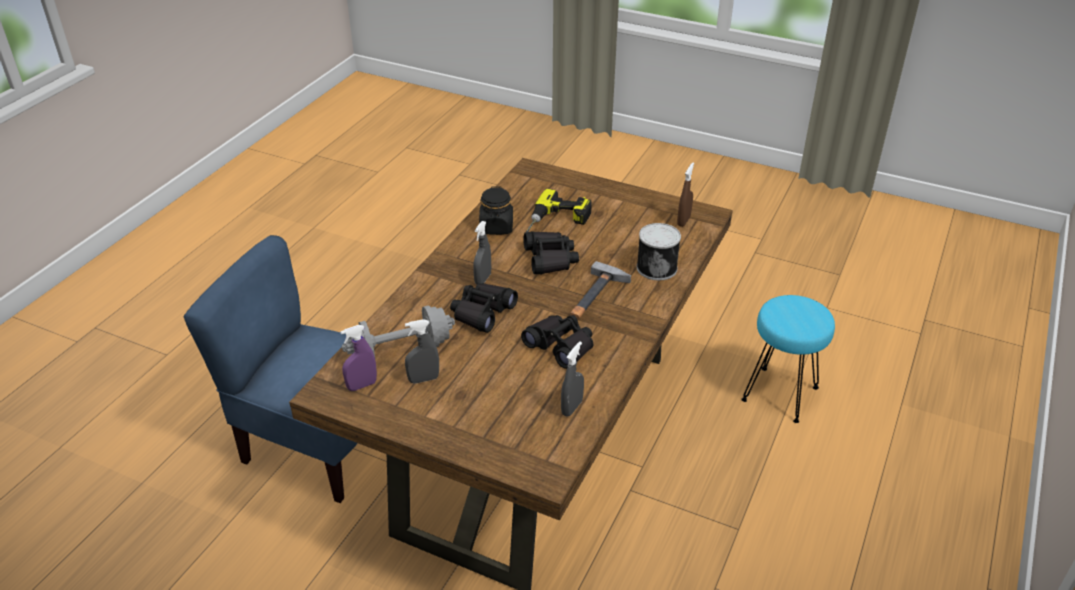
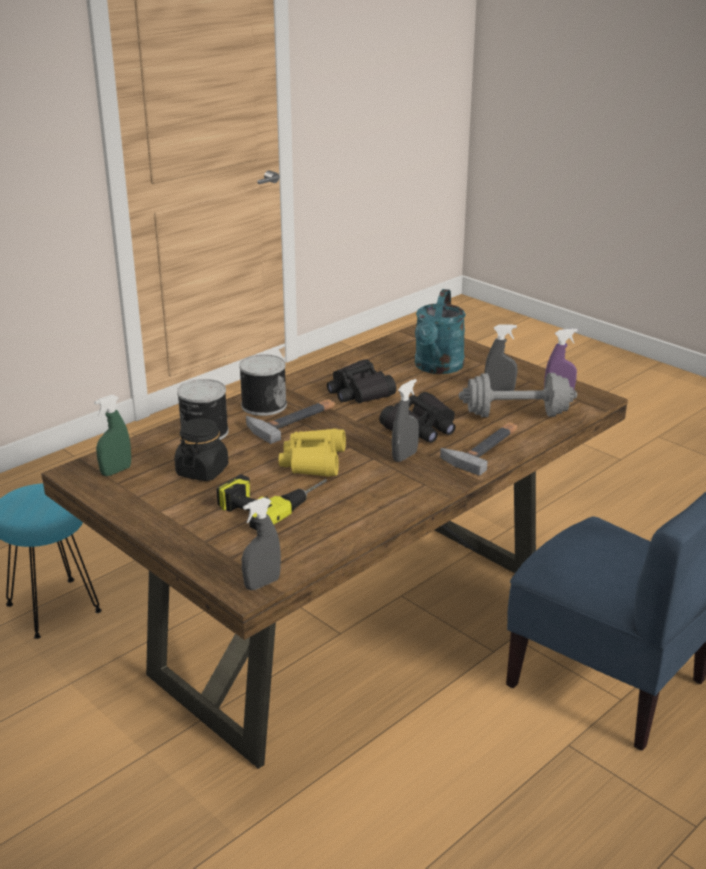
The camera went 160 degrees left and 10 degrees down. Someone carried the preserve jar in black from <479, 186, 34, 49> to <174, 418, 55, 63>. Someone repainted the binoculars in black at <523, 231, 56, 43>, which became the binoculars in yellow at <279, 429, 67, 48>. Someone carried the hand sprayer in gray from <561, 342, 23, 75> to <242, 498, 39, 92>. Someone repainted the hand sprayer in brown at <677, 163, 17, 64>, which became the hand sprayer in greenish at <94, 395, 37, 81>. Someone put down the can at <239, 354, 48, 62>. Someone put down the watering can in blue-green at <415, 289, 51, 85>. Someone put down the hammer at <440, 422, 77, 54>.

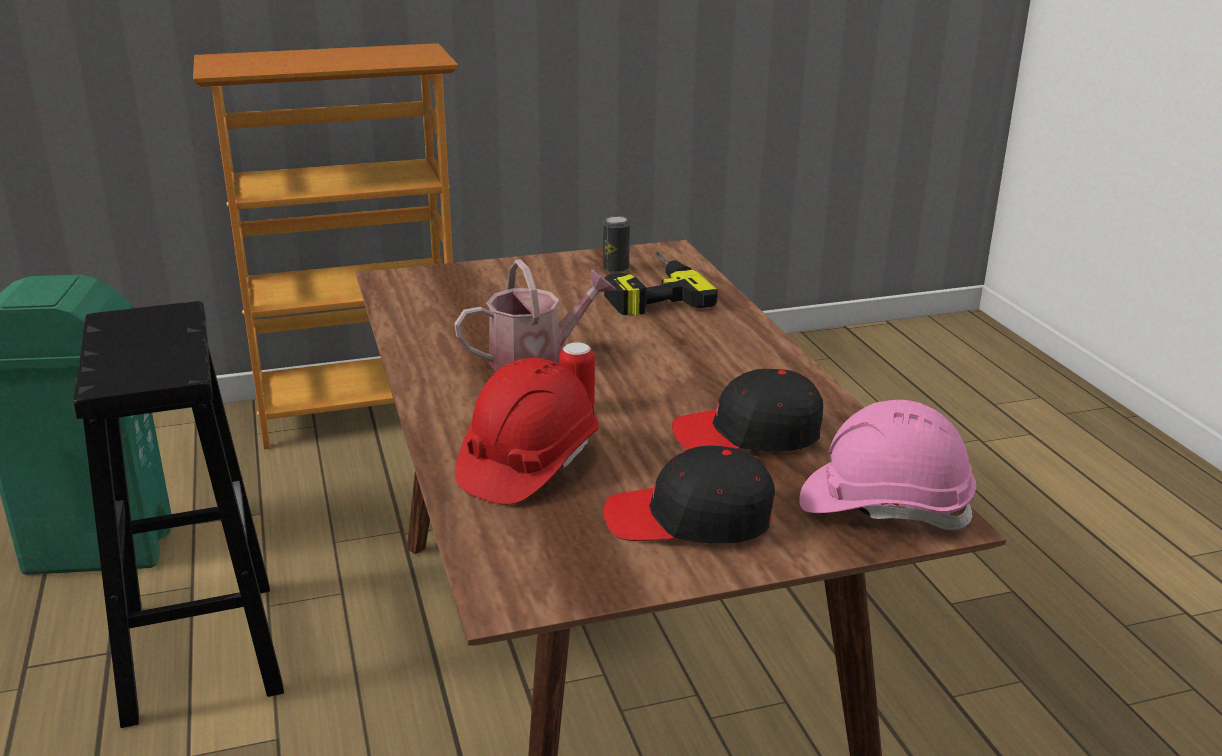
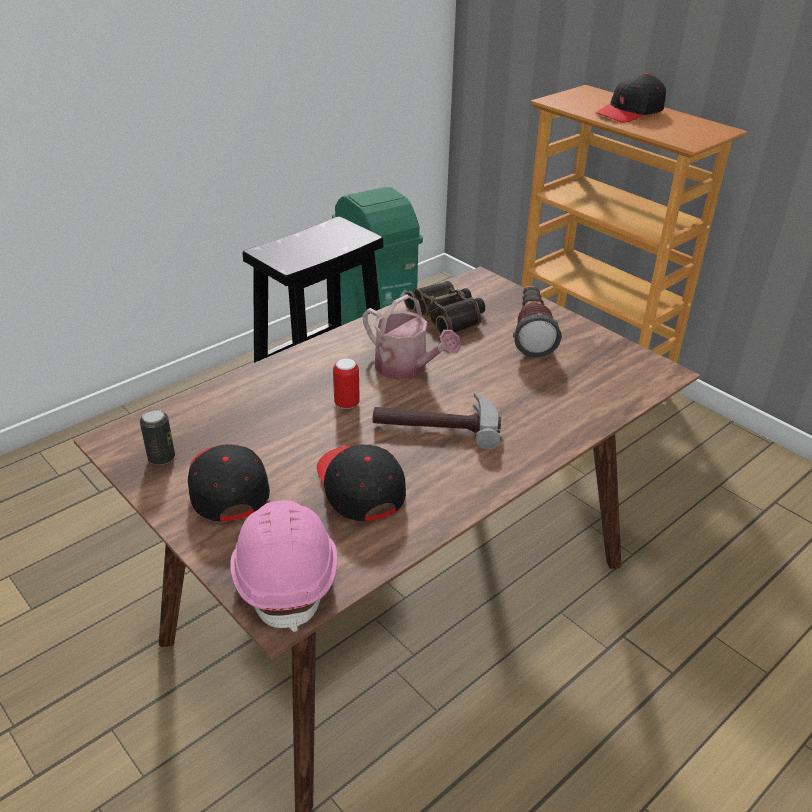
The camera went 65 degrees right and 10 degrees up. Someone took away the safety helmet in red at <455, 358, 144, 146>. Someone carried the can from <603, 216, 27, 57> to <140, 409, 35, 56>. Someone took away the drill at <604, 251, 114, 65>. Someone put down the hammer at <373, 393, 128, 57>. Someone put down the binoculars at <404, 281, 81, 54>. Someone put down the flashlight at <513, 286, 49, 71>. Someone put down the peaked cap in black at <596, 73, 70, 50>.

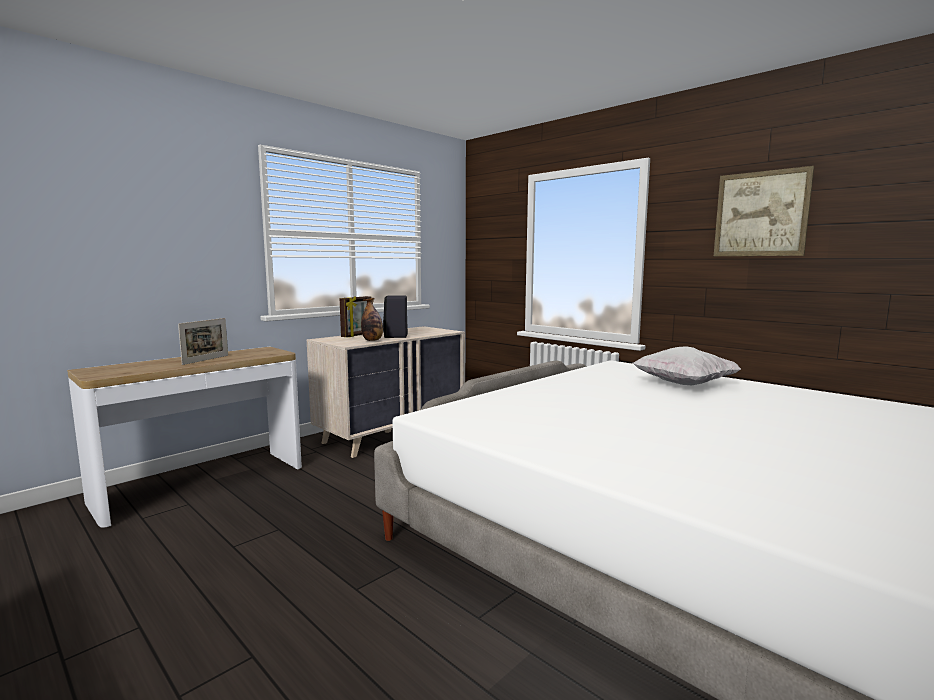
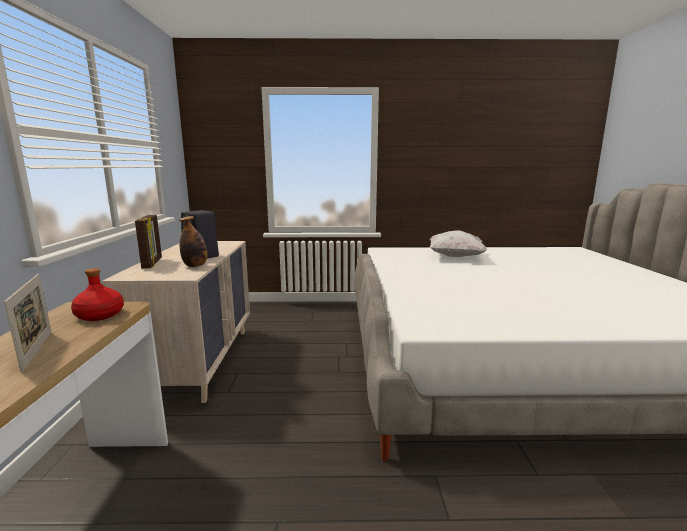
The camera went 45 degrees left and 5 degrees up. Someone took away the wall art at <714, 166, 100, 90>. Someone put down the bottle in red at <71, 268, 53, 53>.

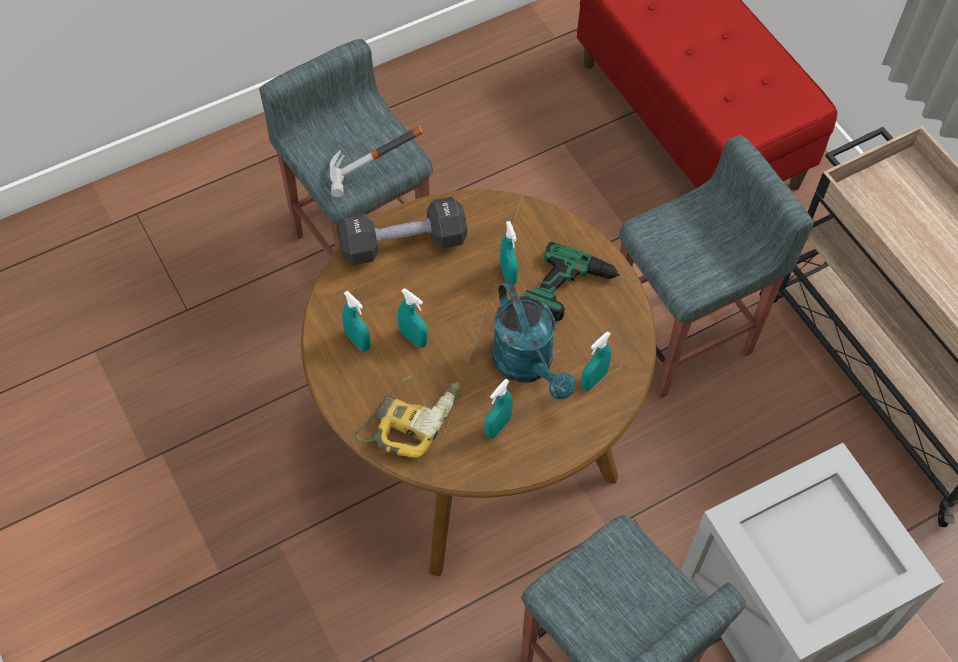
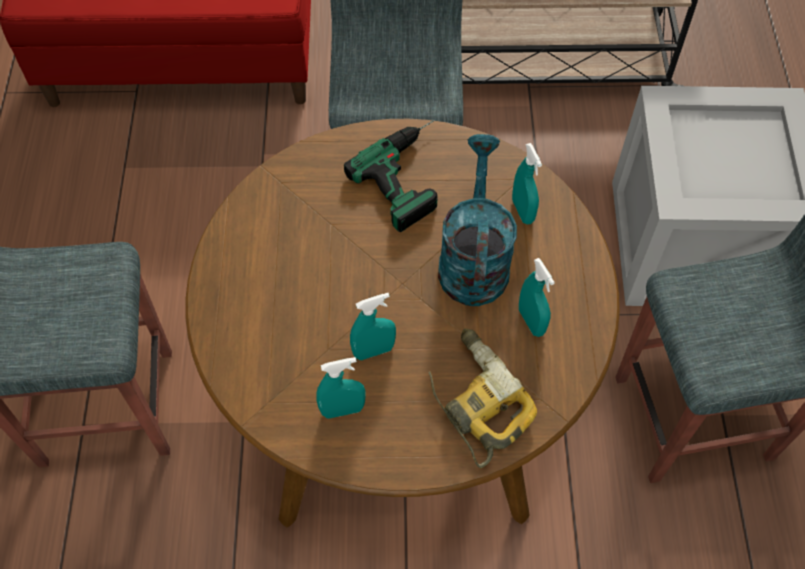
The camera went 60 degrees left and 0 degrees up. Someone took away the hammer at <330, 125, 93, 73>. Someone took away the hand weight in black at <338, 197, 129, 68>. Someone rotated the watering can in blue-green at <492, 281, 84, 119> by 90 degrees counterclockwise. Someone took away the hand sprayer in blue-green at <500, 221, 18, 64>.

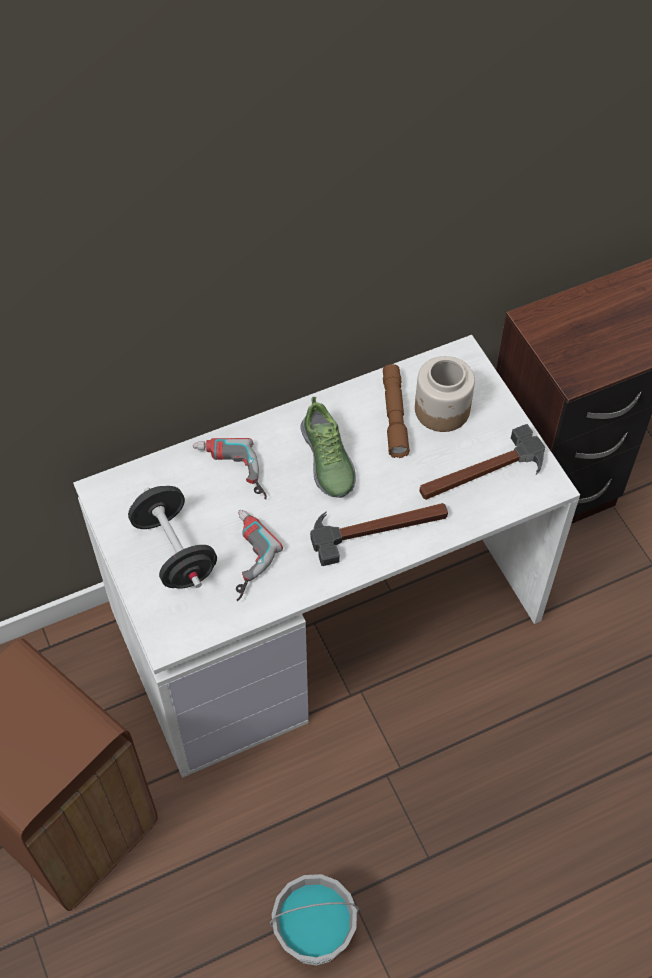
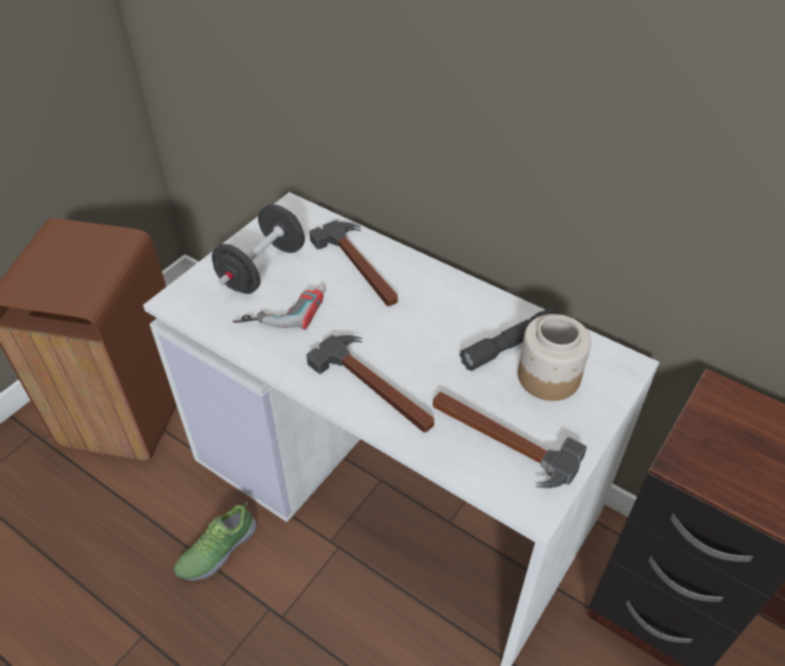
The camera went 60 degrees right and 10 degrees down. Someone swapped the drill at <192, 438, 75, 62> for the hammer at <309, 220, 89, 86>. Someone took away the bucket in gray at <270, 874, 89, 92>. Someone carried the shoe from <301, 397, 55, 101> to <174, 502, 83, 79>. Someone repainted the flashlight in brown at <383, 364, 27, 94>, which became the flashlight in gray at <460, 307, 98, 64>.

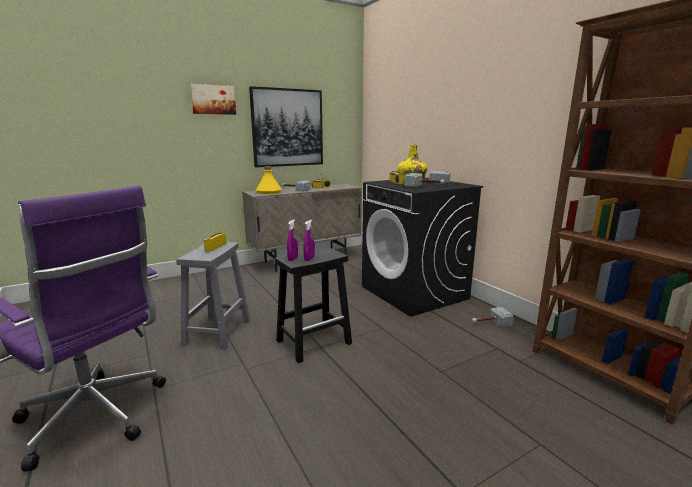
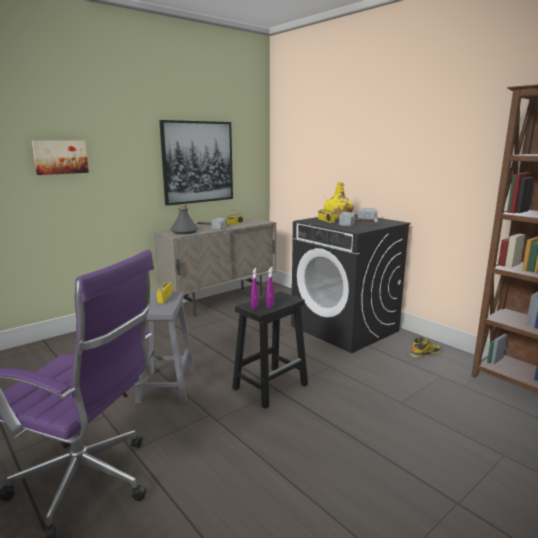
The camera went 10 degrees left and 0 degrees up. Someone carried the wall art from <190, 84, 46, 31> to <32, 141, 57, 34>. Someone repainted the bottle in yellow at <256, 166, 26, 28>, which became the bottle in gray at <170, 205, 28, 29>. Someone swapped the hammer at <472, 307, 42, 20> for the boot at <410, 336, 33, 22>.

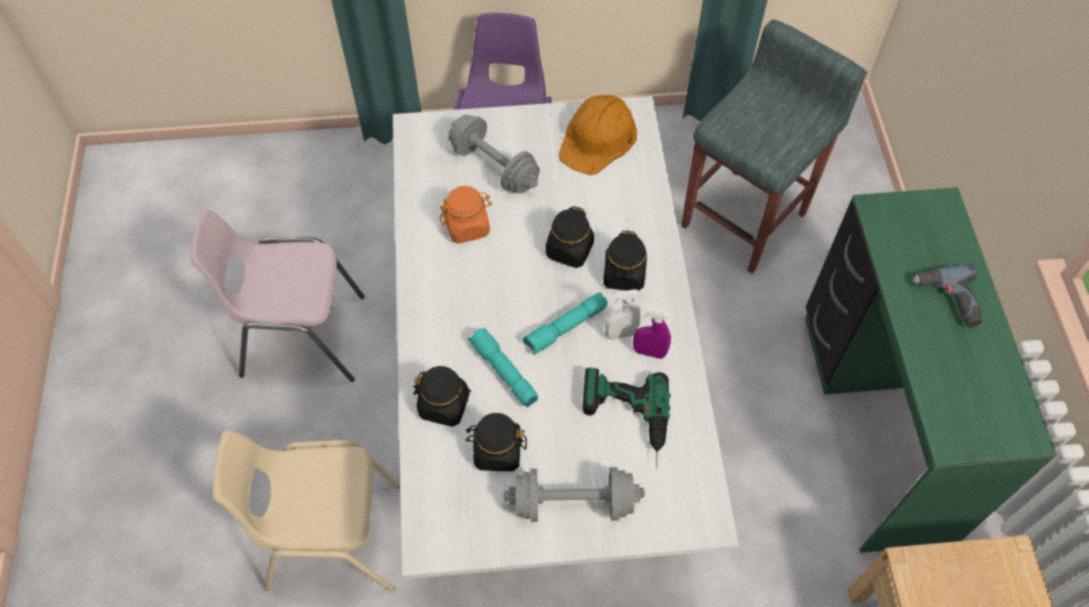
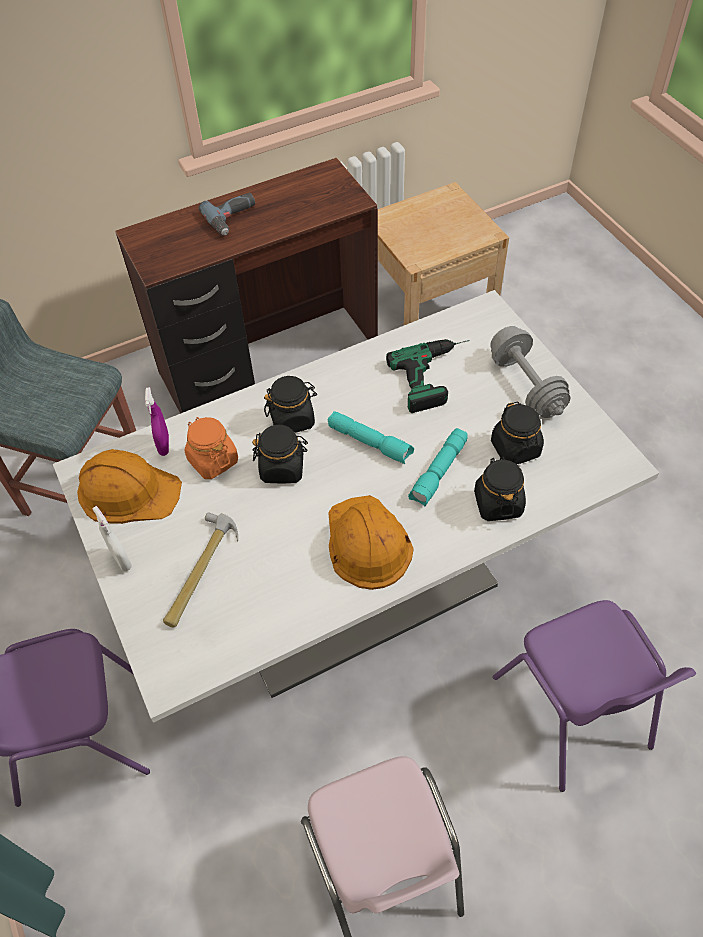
The camera went 110 degrees left and 5 degrees down. Someone repainted the chair in sand-coloured at <213, 430, 187, 162>, which became the chair in purple at <493, 600, 203, 192>. Someone carried the preserve jar in orange from <440, 186, 52, 58> to <185, 417, 53, 62>. Someone swapped the hand weight in gray at <448, 115, 92, 79> for the hammer at <163, 513, 75, 115>. Someone carried the hand sprayer in white-coloured from <605, 290, 36, 50> to <92, 506, 40, 65>. Someone carried the hand sprayer in purple from <633, 307, 38, 52> to <145, 387, 24, 69>. Someone repainted the desk table in greenish at <805, 187, 252, 366>, which became the desk table in brown at <115, 158, 263, 256>. Someone put down the safety helmet in orange at <328, 495, 85, 95>.

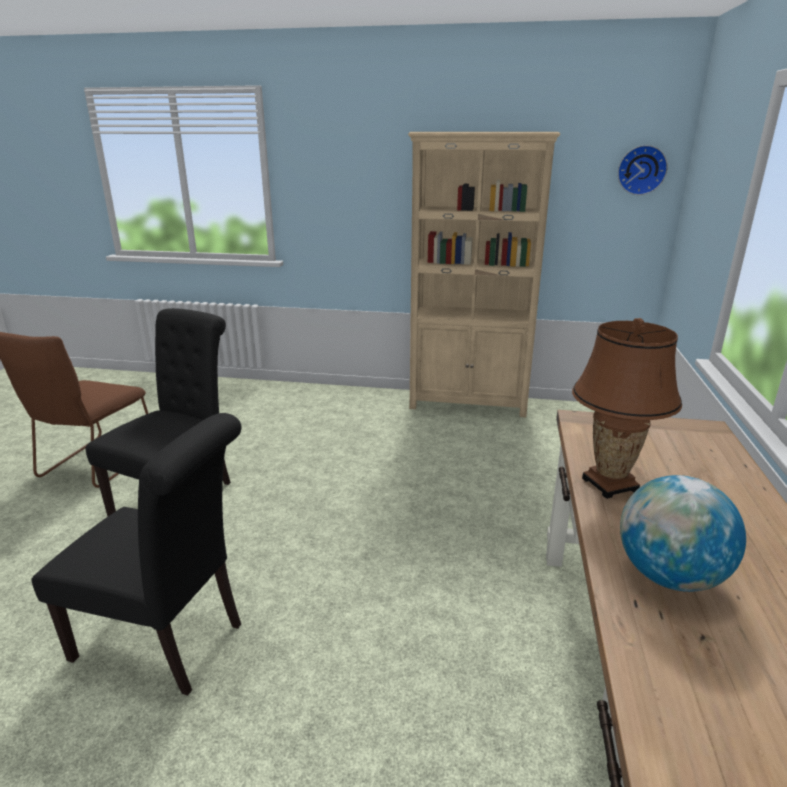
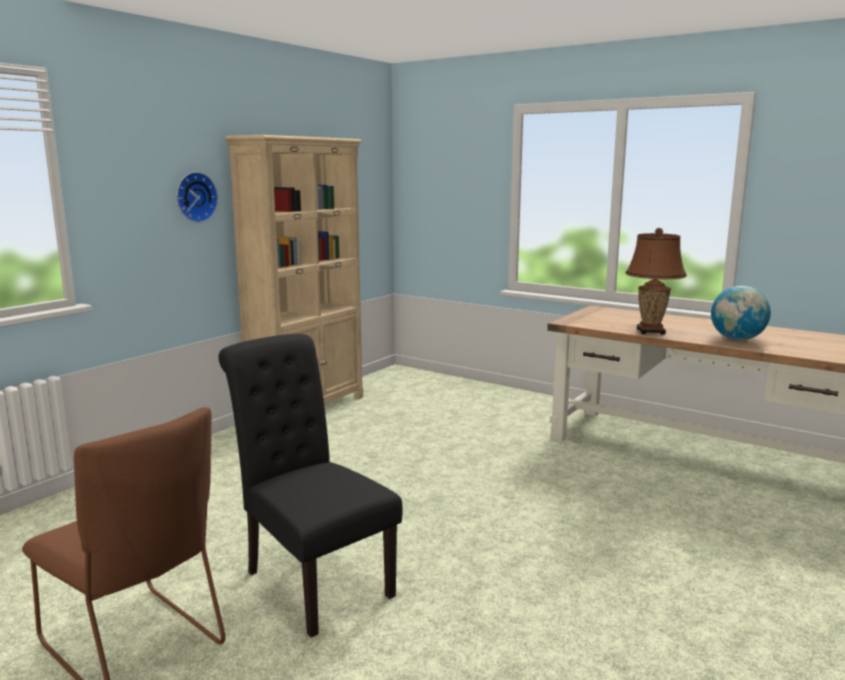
The camera went 65 degrees left and 10 degrees down. Someone took away the chair in black at <31, 413, 211, 283>. Someone carried the wall clock from <618, 145, 50, 50> to <177, 172, 41, 51>.

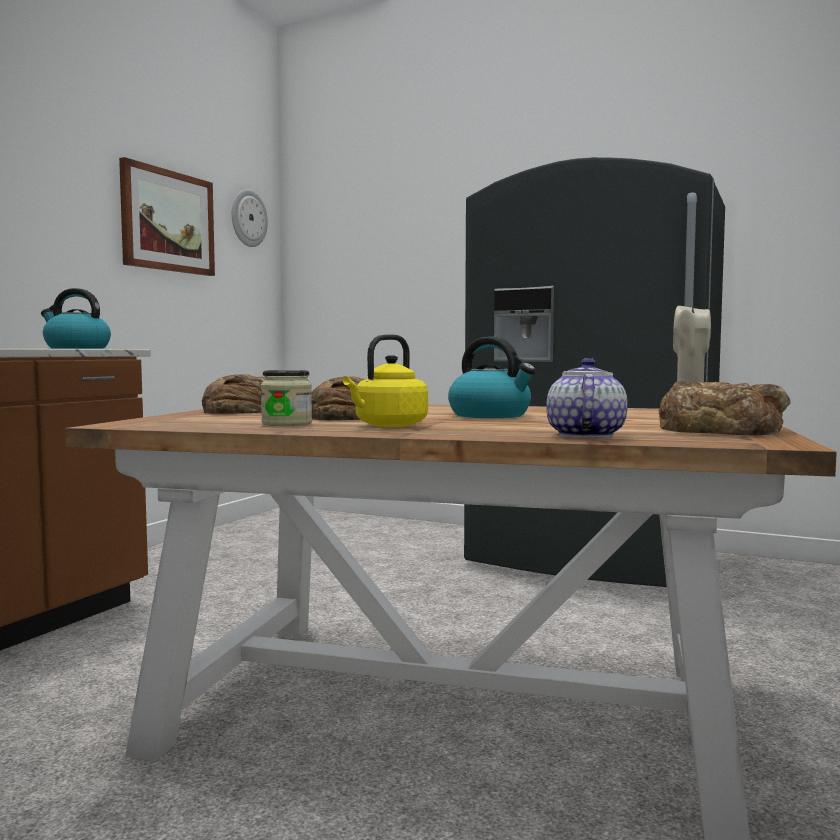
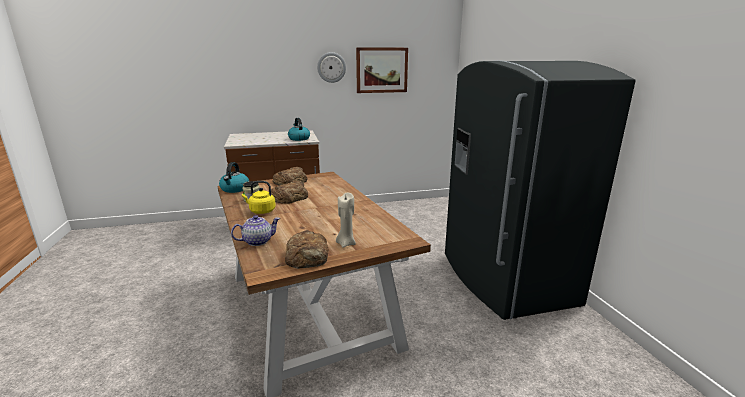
The camera went 50 degrees right and 15 degrees up. Someone carried the wall clock from <232, 189, 36, 58> to <317, 52, 29, 31>. Someone carried the tea kettle from <448, 337, 88, 81> to <219, 162, 30, 31>.

